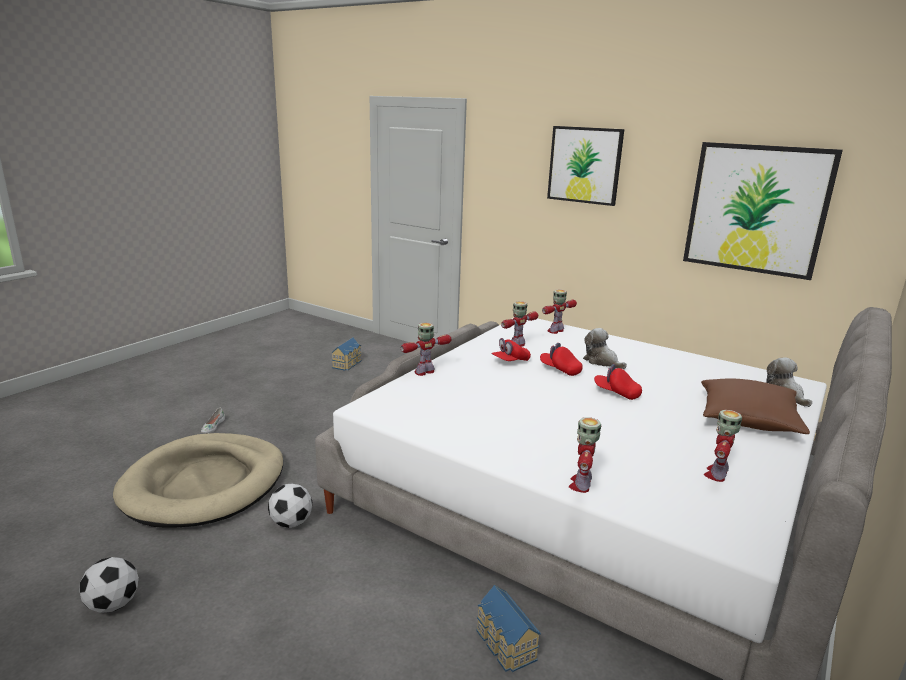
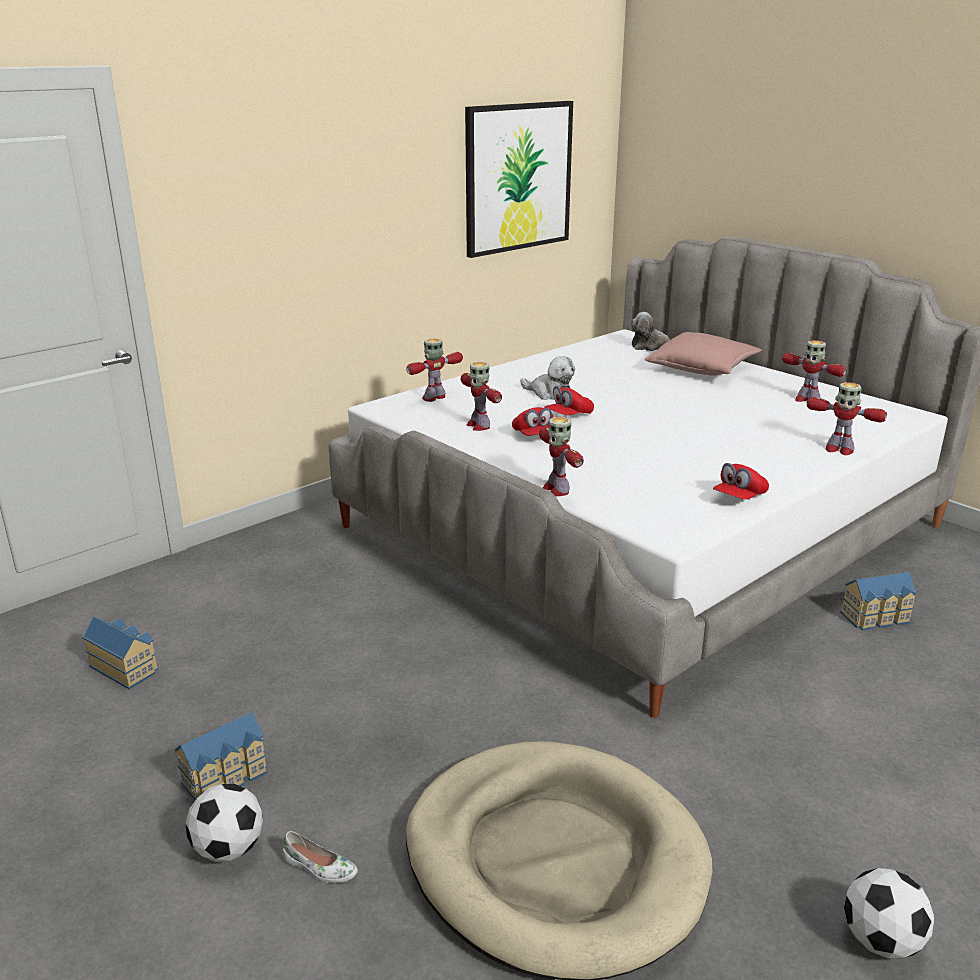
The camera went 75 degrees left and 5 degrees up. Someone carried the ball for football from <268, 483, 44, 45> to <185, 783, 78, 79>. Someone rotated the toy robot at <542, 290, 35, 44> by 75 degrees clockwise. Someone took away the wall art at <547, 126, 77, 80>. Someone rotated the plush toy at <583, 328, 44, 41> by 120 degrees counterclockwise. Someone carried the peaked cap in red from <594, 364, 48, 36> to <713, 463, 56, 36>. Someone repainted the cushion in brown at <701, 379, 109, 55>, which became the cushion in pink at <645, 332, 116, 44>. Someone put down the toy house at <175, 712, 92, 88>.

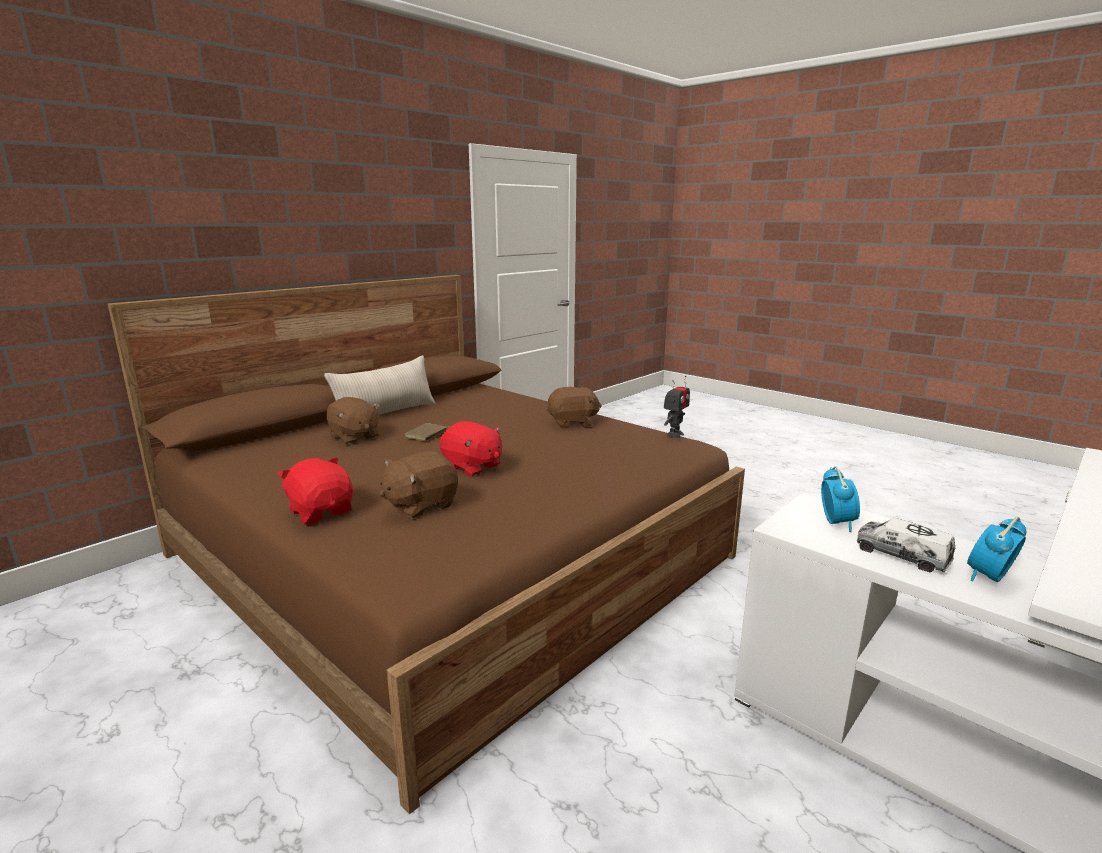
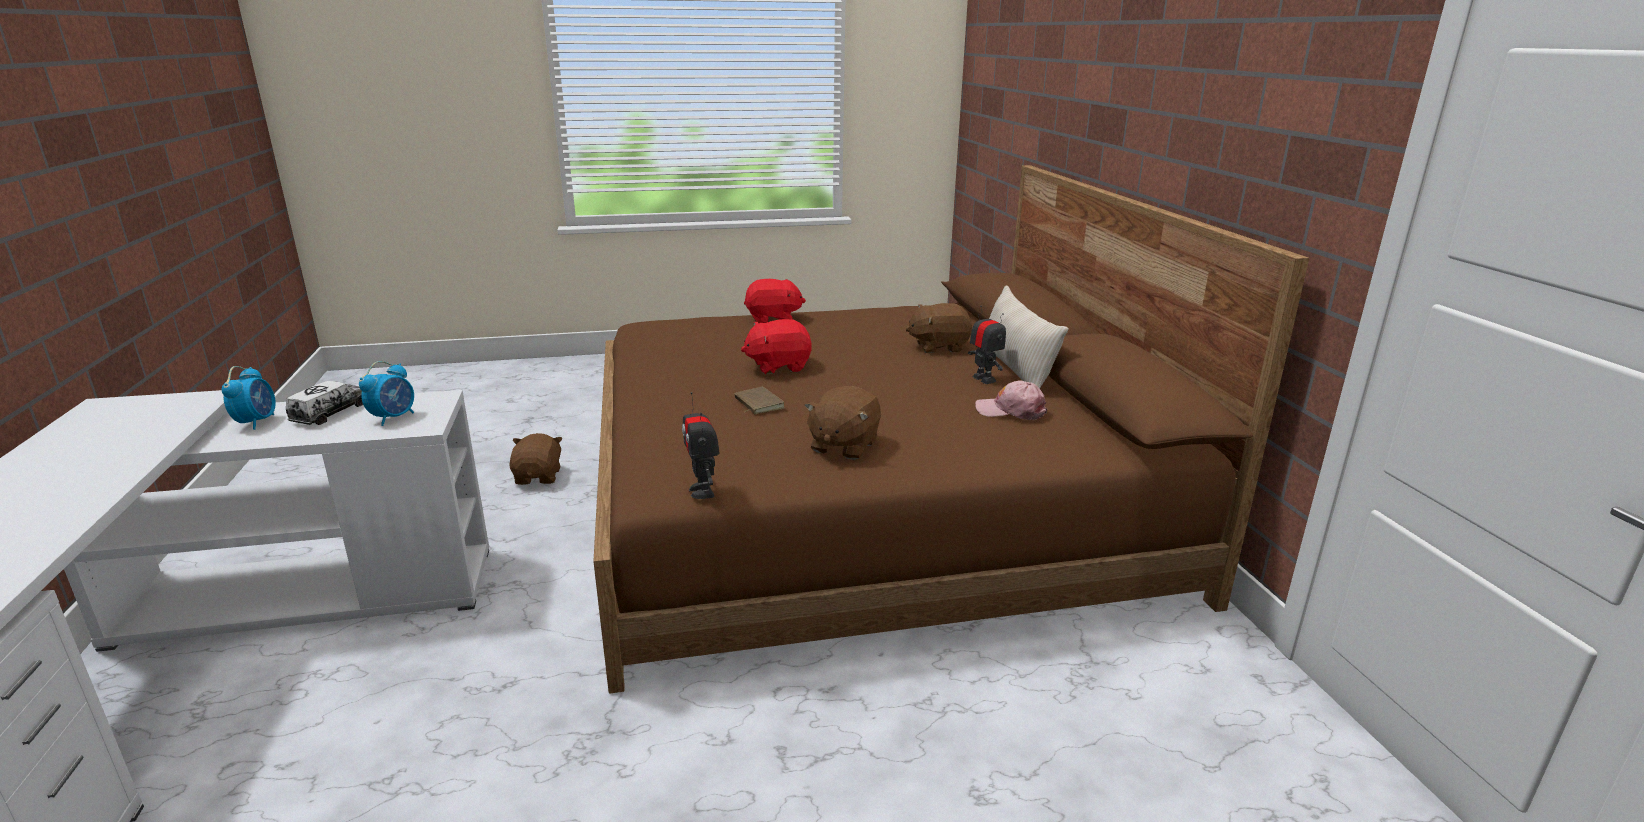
The camera went 125 degrees right and 5 degrees up. Someone carried the plush toy in brown from <379, 451, 79, 67> to <509, 433, 54, 52>. Someone carried the book in brown from <405, 423, 45, 18> to <734, 386, 50, 28>. Someone rotated the bedside clock at <821, 466, 39, 66> by 105 degrees counterclockwise. Someone rotated the toy lorry at <857, 518, 98, 55> by 60 degrees counterclockwise. Someone put down the toy robot at <968, 305, 38, 79>. Someone put down the peaked cap in pink at <975, 380, 72, 40>.

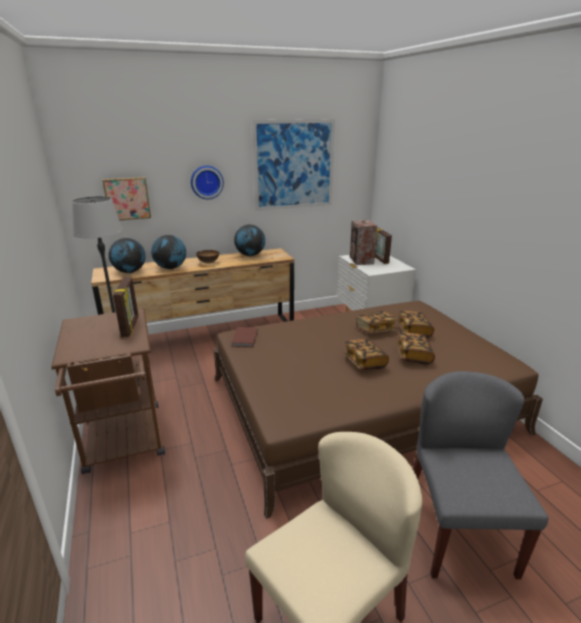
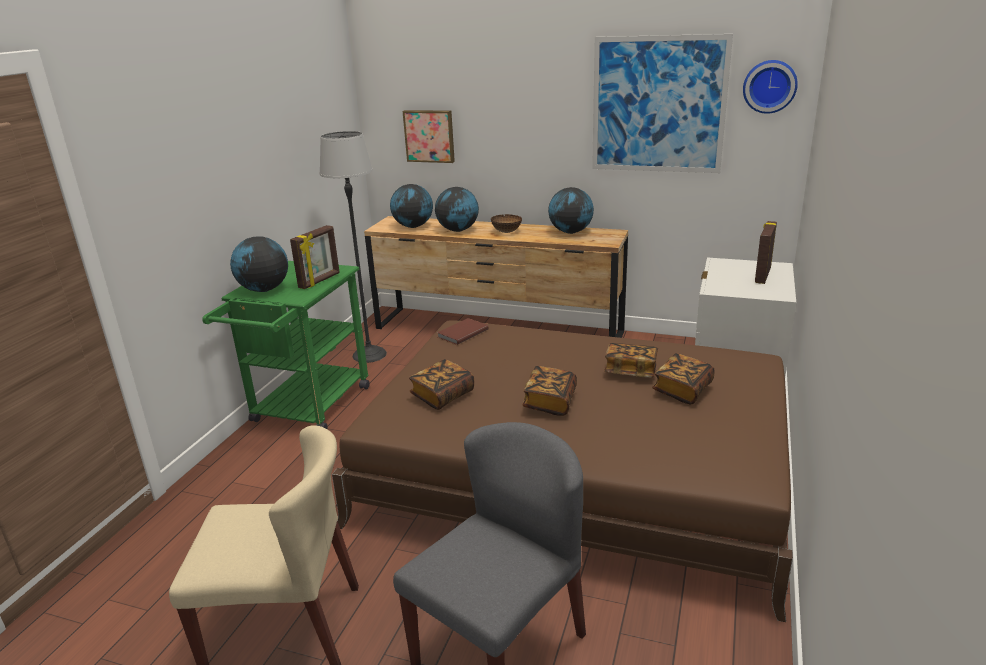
The camera went 40 degrees right and 0 degrees up. Someone repainted the trolley in brown at <51, 309, 114, 165>, which became the trolley in greenish at <202, 261, 168, 168>. Someone carried the wall clock from <191, 166, 33, 33> to <743, 60, 55, 54>. Someone took away the audio speaker at <350, 220, 27, 45>. Someone carried the book from <397, 332, 38, 32> to <409, 359, 65, 51>. Someone put down the world globe at <230, 236, 58, 56>.

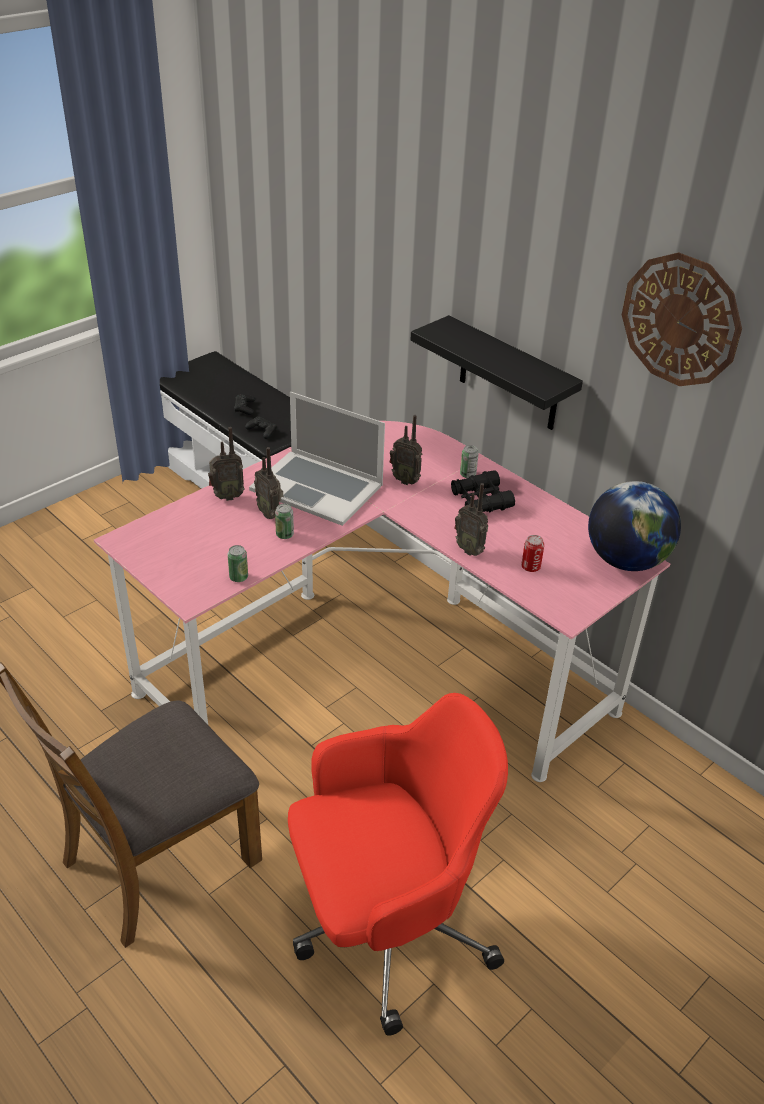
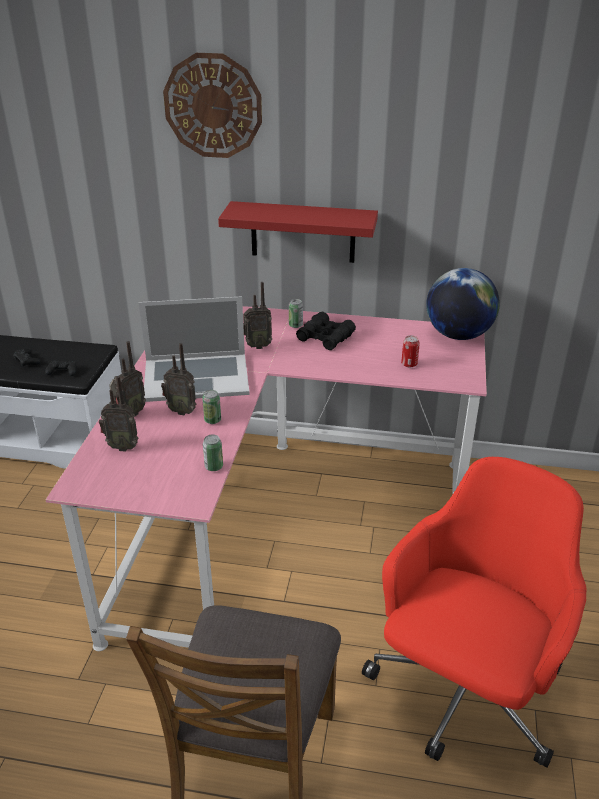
The camera went 35 degrees left and 5 degrees down. Someone repainted the wall shelf in black at <410, 315, 173, 115>, which became the wall shelf in red at <218, 201, 160, 62>. Someone carried the radio from <454, 483, 34, 73> to <99, 376, 39, 76>. Someone carried the wall clock from <622, 252, 120, 134> to <163, 53, 99, 105>.

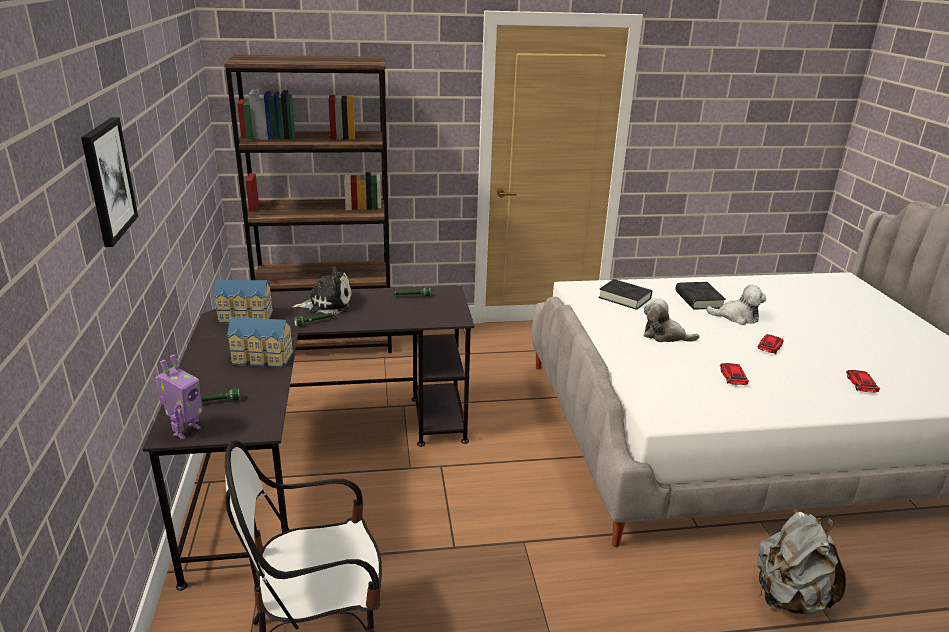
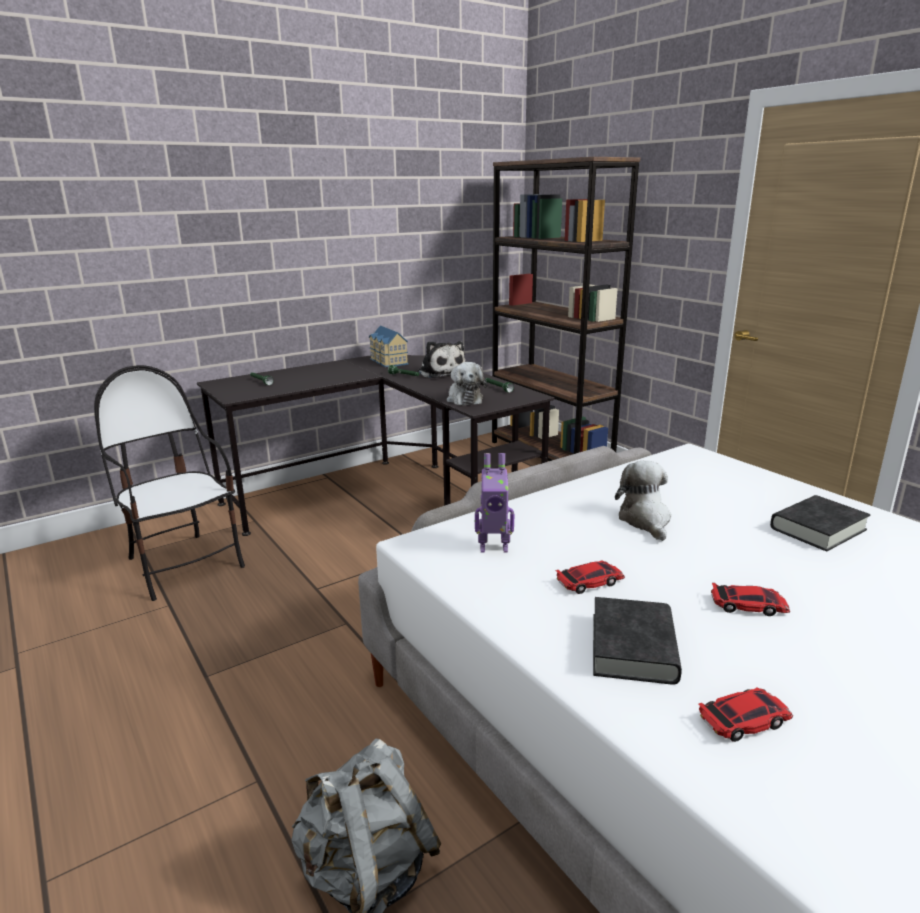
The camera went 65 degrees right and 5 degrees down. Someone took away the wall art at <81, 117, 57, 130>. Someone carried the toy robot from <155, 354, 48, 85> to <475, 453, 39, 100>. Someone took away the toy house at <227, 317, 67, 51>. Someone carried the book in black from <598, 279, 54, 31> to <593, 597, 89, 88>. Someone carried the plush toy from <706, 285, 60, 40> to <447, 362, 40, 44>.

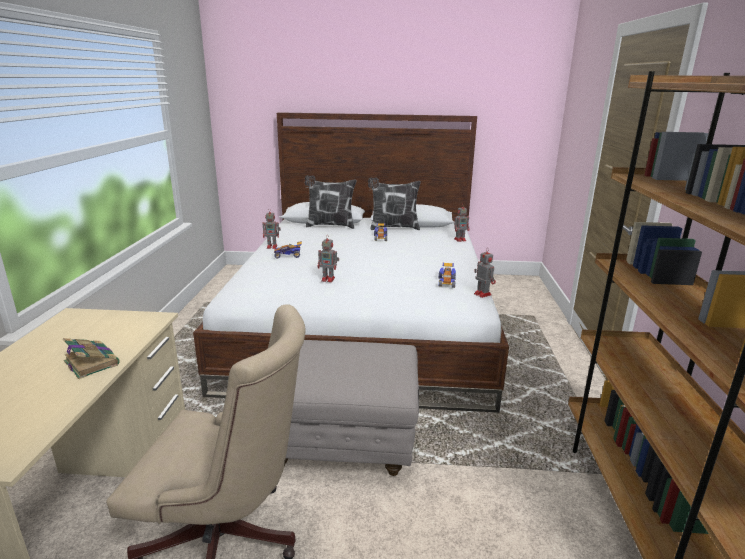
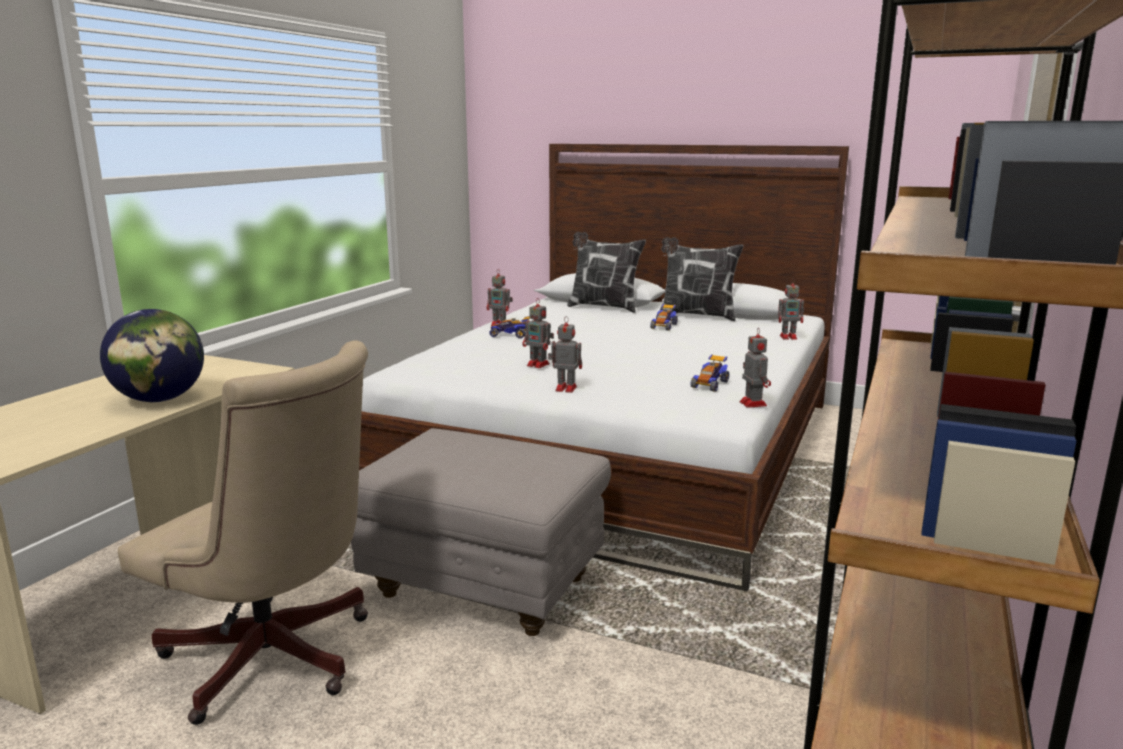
The camera went 20 degrees right and 5 degrees down. Someone swapped the book at <63, 338, 57, 41> for the world globe at <100, 309, 104, 93>. Someone put down the toy robot at <548, 316, 34, 77>.

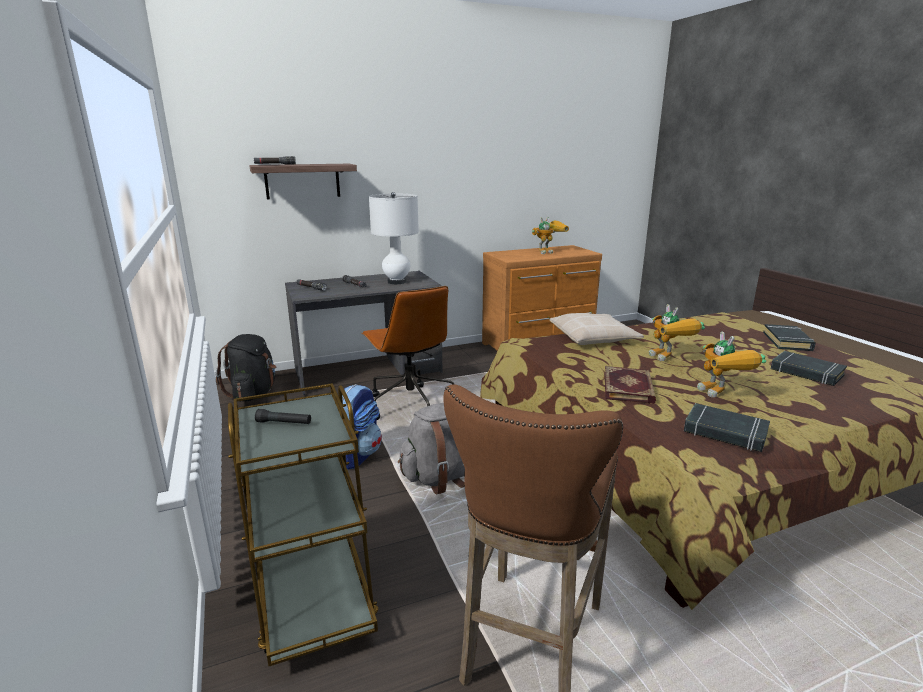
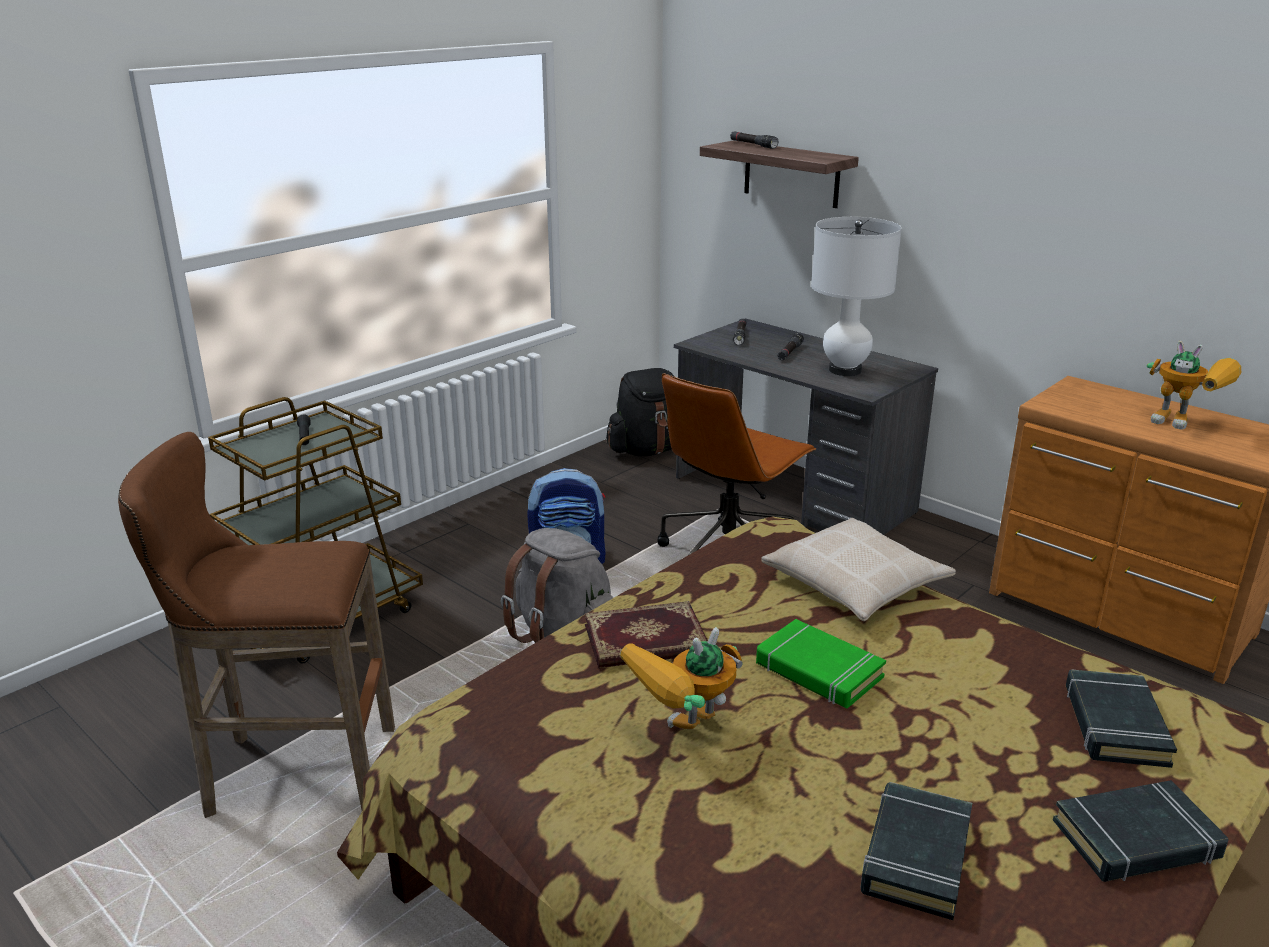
The camera went 65 degrees right and 5 degrees up. Someone swapped the toy robot at <649, 304, 56, 57> for the book in greenish at <756, 619, 130, 89>. Someone carried the book in black from <684, 403, 86, 49> to <1066, 670, 111, 98>.

